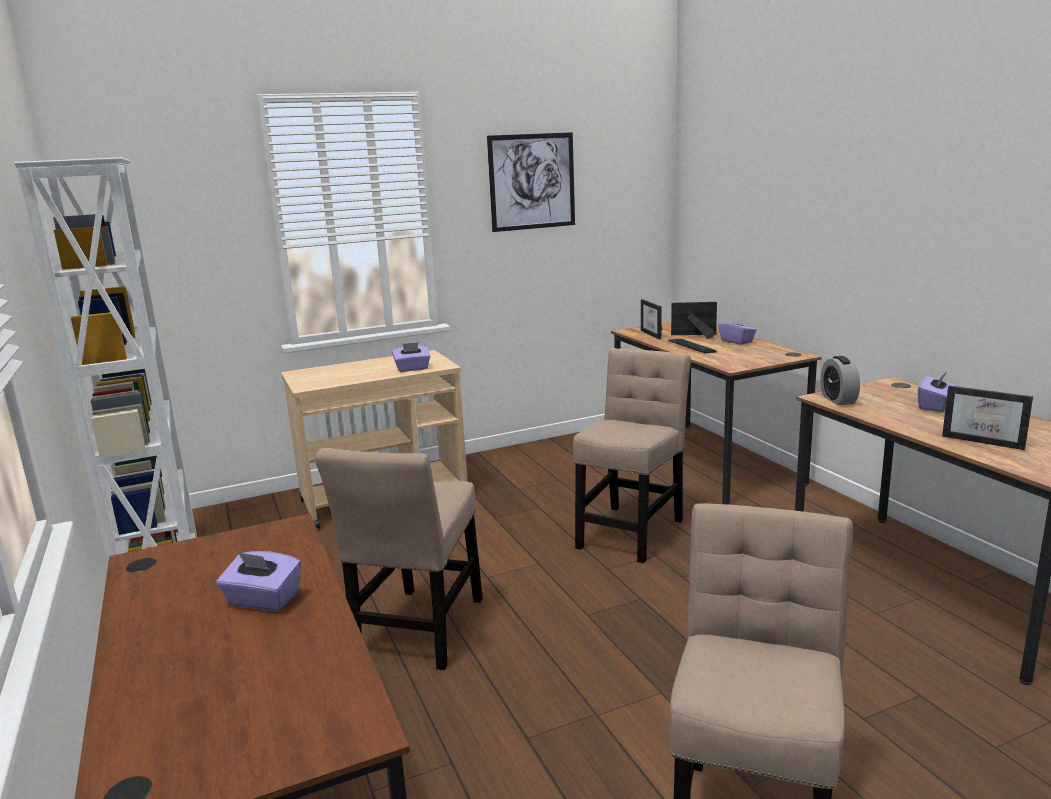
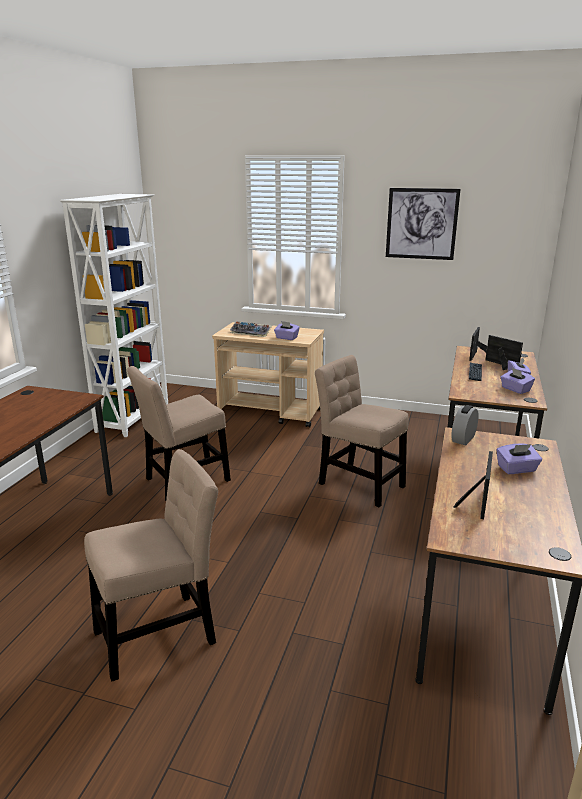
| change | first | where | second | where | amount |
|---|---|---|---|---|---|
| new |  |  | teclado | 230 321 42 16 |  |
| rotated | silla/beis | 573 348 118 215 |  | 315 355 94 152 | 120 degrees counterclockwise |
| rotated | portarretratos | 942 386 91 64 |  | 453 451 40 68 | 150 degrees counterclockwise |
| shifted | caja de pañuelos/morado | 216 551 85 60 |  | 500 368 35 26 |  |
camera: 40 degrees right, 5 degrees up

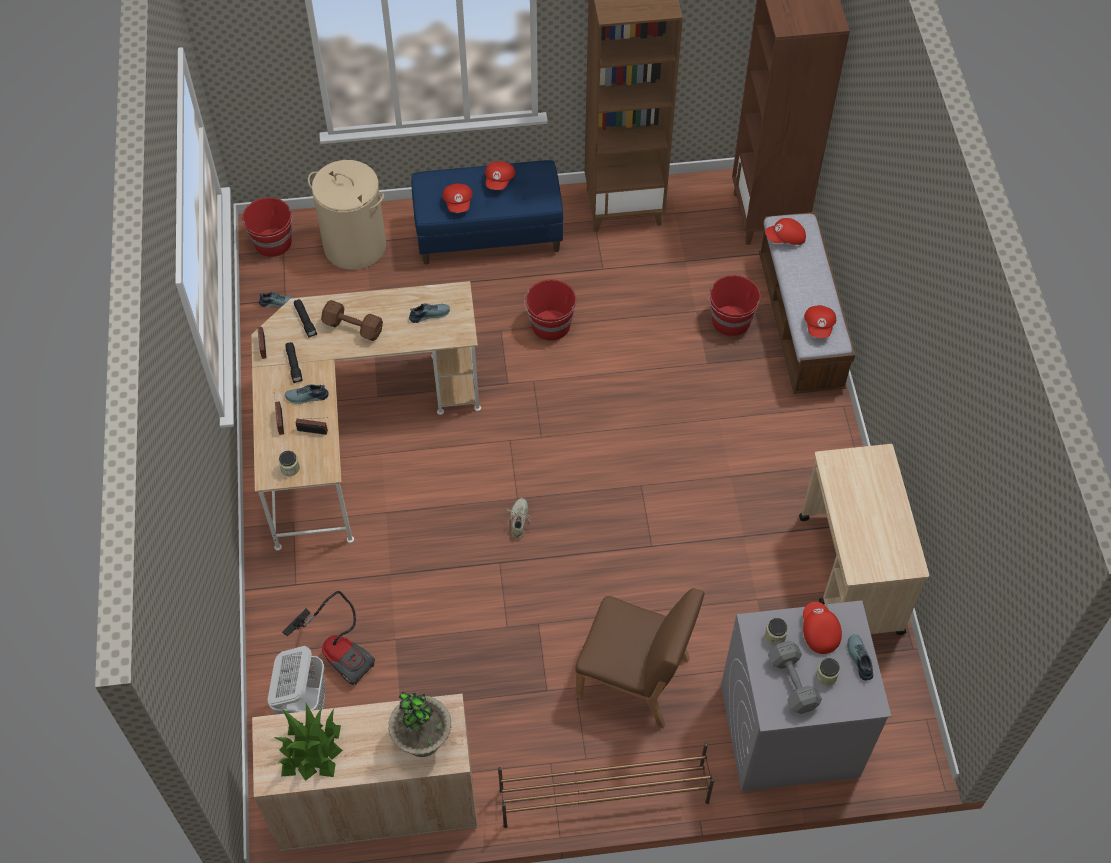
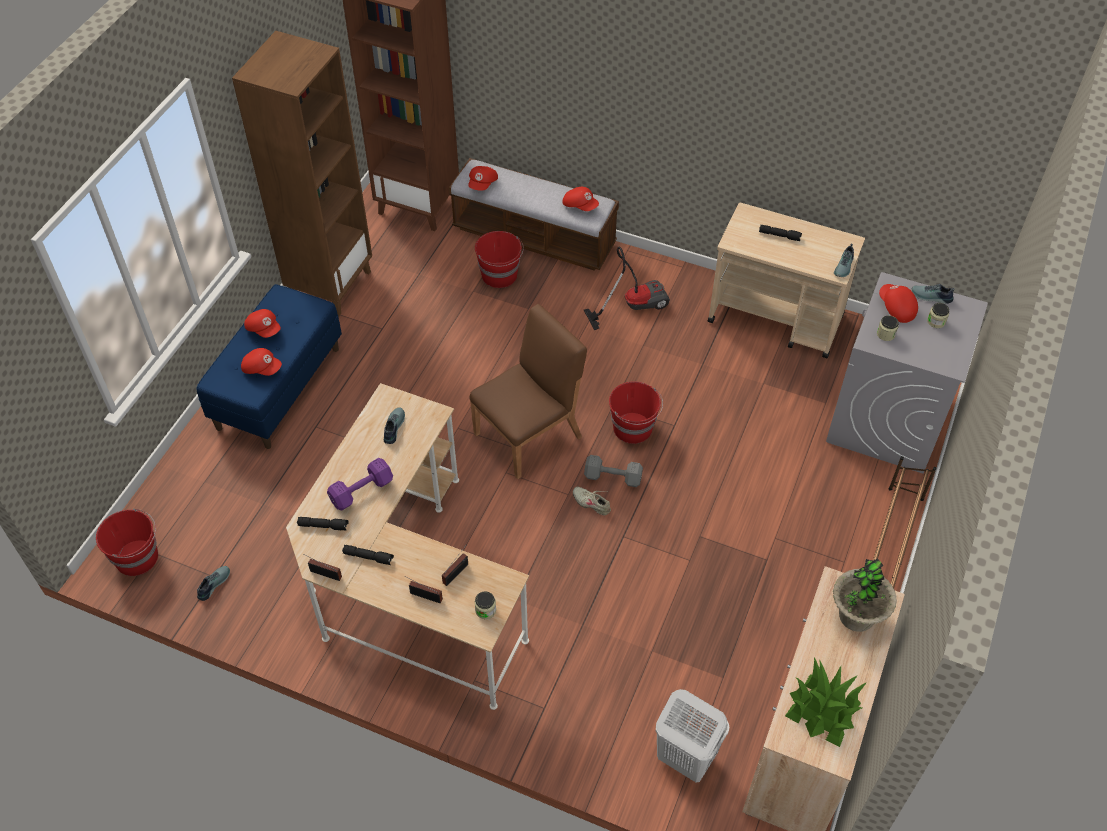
| change | first | where | second | where | amount |
|---|---|---|---|---|---|
| repainted | mancuerna/marrón | 321 300 62 41 | mancuerna/morado | 327 458 66 52 |  |
| shifted | silla/marrón | 575 588 130 141 |  | 469 304 118 175 |  |
| shifted | aspiradora | 282 591 93 94 |  | 584 246 86 84 |  |
| shifted | mancuerna/gris | 768 641 54 73 |  | 584 455 59 32 |  |
| shifted | cubo/rojo | 524 279 52 62 |  | 609 381 54 63 |  |
| new |  |  | linterna/negro | 759 225 43 16 |  |
| shifted | zapato | 285 384 44 20 |  | 834 244 20 33 |  |
| rotated | gorra/rojo | 803 602 39 52 |  | 879 284 39 39 | 45 degrees clockwise |
| gone | cesto de la ropa/beis | 308 160 78 110 |  |  |  |
camera: 60 degrees left, 5 degrees down

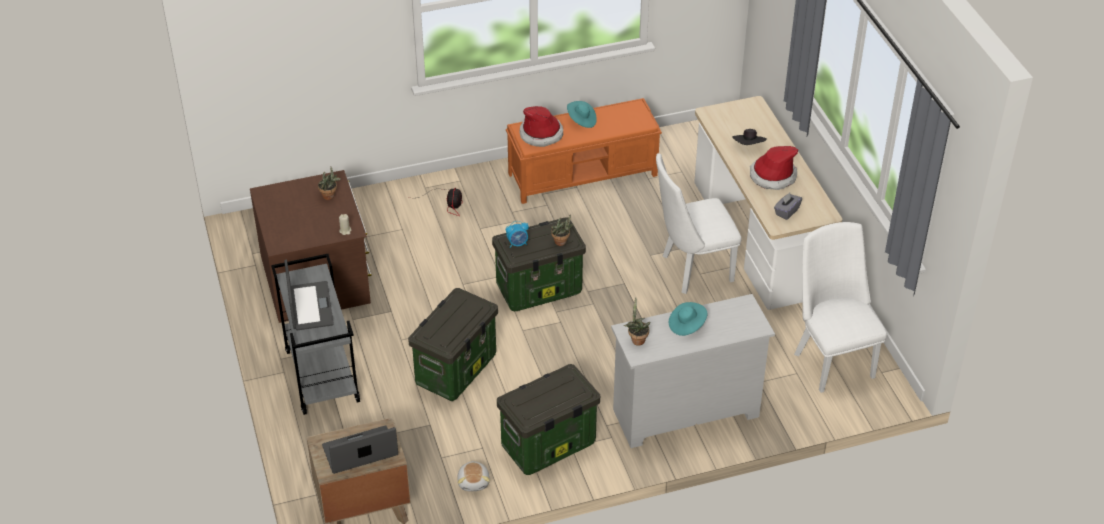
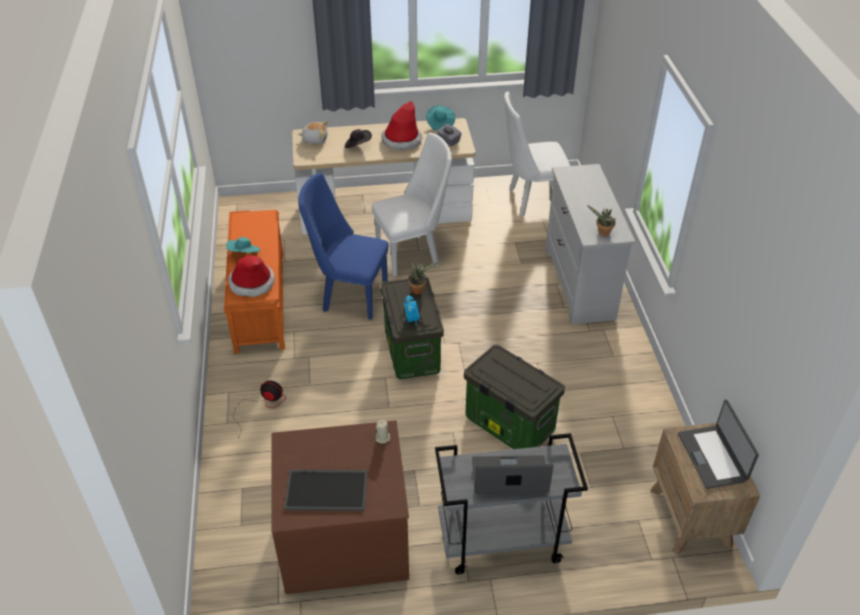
| change | first | where | second | where | amount |
|---|---|---|---|---|---|
| new |  |  | bandeja | 284 469 84 42 |  |
| shifted | peluche | 457 461 33 31 |  | 298 121 30 23 |  |
| new |  |  | silla/azul | 298 173 91 147 |  |
| rotated | silla/blanco | 656 153 86 141 |  | 372 133 80 144 | 105 degrees counterclockwise |
| shifted | sombrero/turquesa | 669 302 38 34 |  | 426 105 29 26 |  |
| gone | planta en maceta | 318 167 23 33 |  |  |  |
| gone | caja de almacenaje | 497 364 103 111 |  |  |  |
camera: 80 degrees left, 0 degrees up

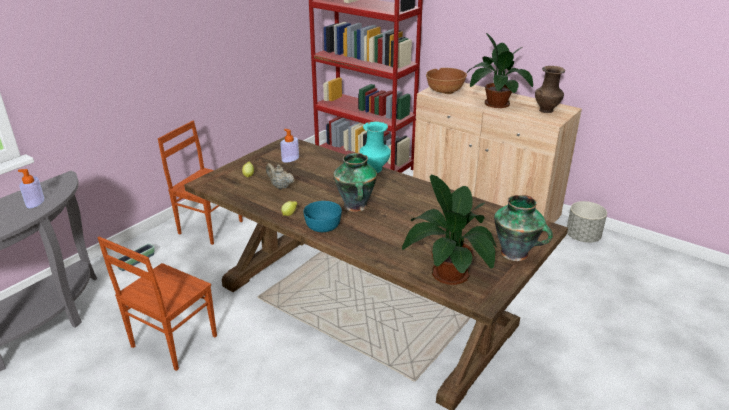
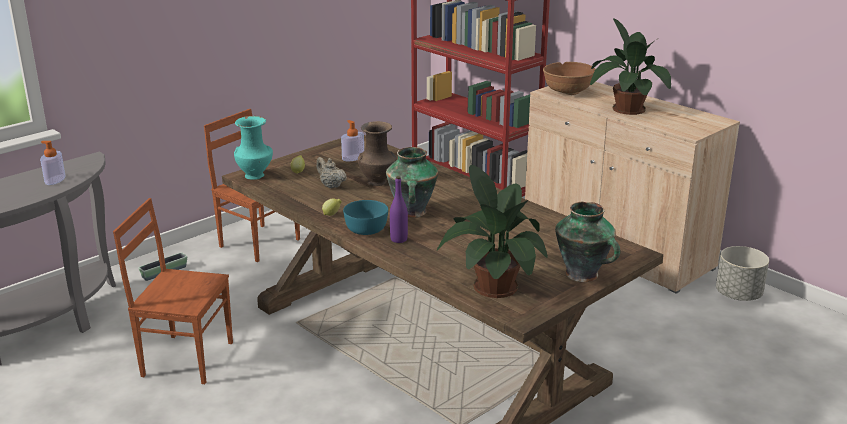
| change | first | where | second | where | amount |
|---|---|---|---|---|---|
| rotated | silla/marrón | 98 237 119 134 |  | 113 198 120 186 | 60 degrees clockwise |
| shifted | florero/turquesa | 360 121 31 52 |  | 234 116 39 64 |  |
| shifted | florero/marrón | 535 66 30 47 |  | 358 121 39 65 |  |
| new |  |  | botella/morado | 390 176 18 67 |  |
camera: 10 degrees right, 5 degrees down

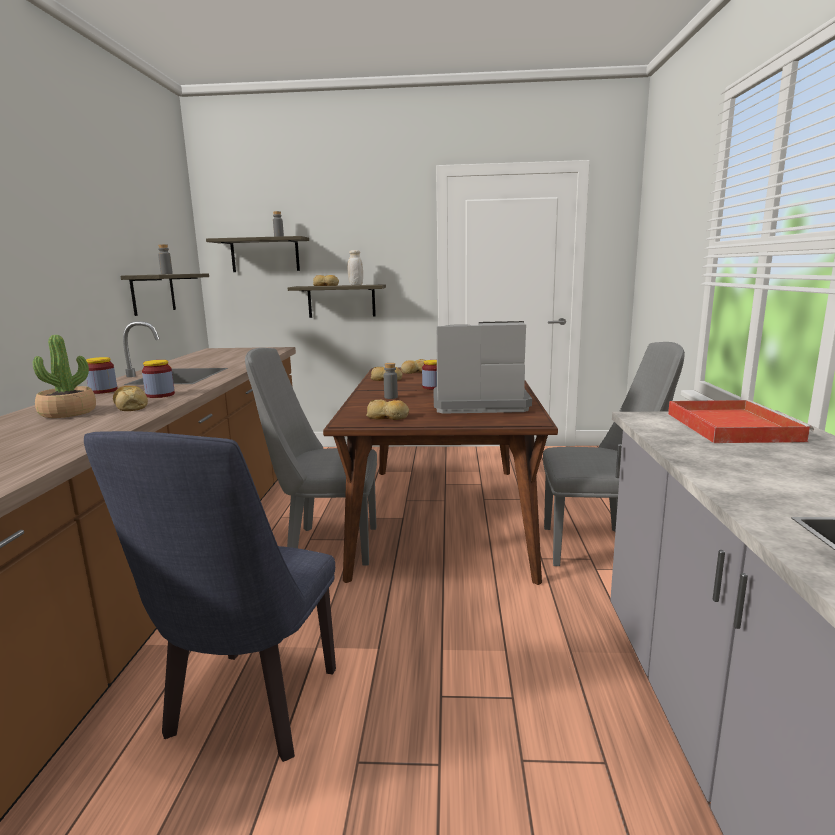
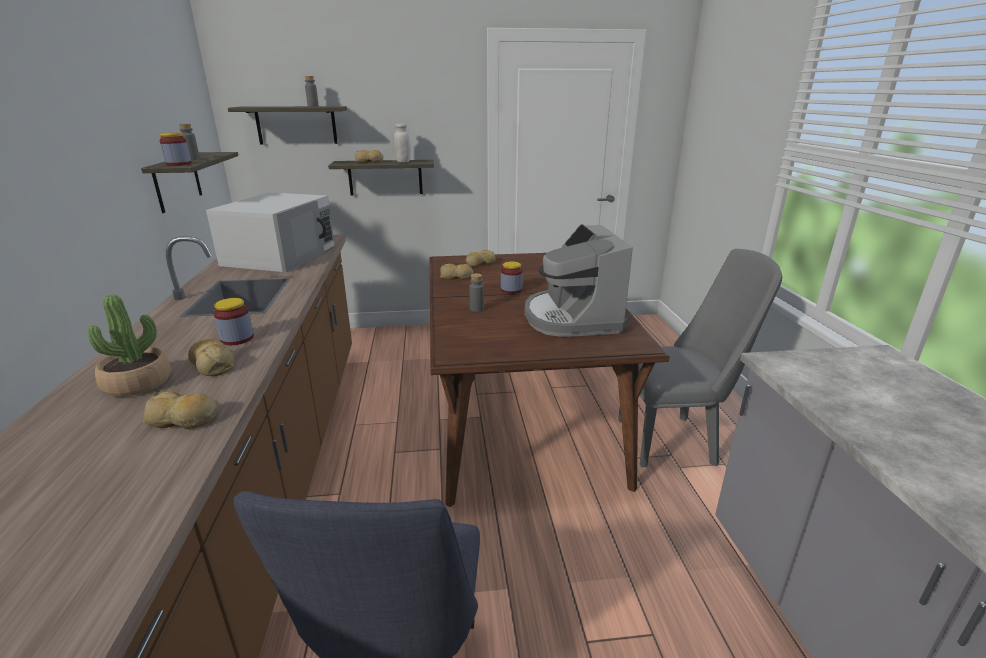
| change | first | where | second | where | amount |
|---|---|---|---|---|---|
| shifted | pan | 366 400 43 20 |  | 143 391 74 38 |  |
| shifted | tarro | 86 357 31 37 |  | 160 132 31 34 |  |
| new |  |  | microondas/blanco | 206 193 128 79 |  |
| rotated | cafetera | 433 321 99 93 |  | 524 224 109 113 | 90 degrees counterclockwise |
| gone | silla/gris | 245 348 132 218 |  |  |  |
| gone | bandeja/rojo | 668 400 146 43 |  |  |  |
camera: 10 degrees left, 10 degrees up

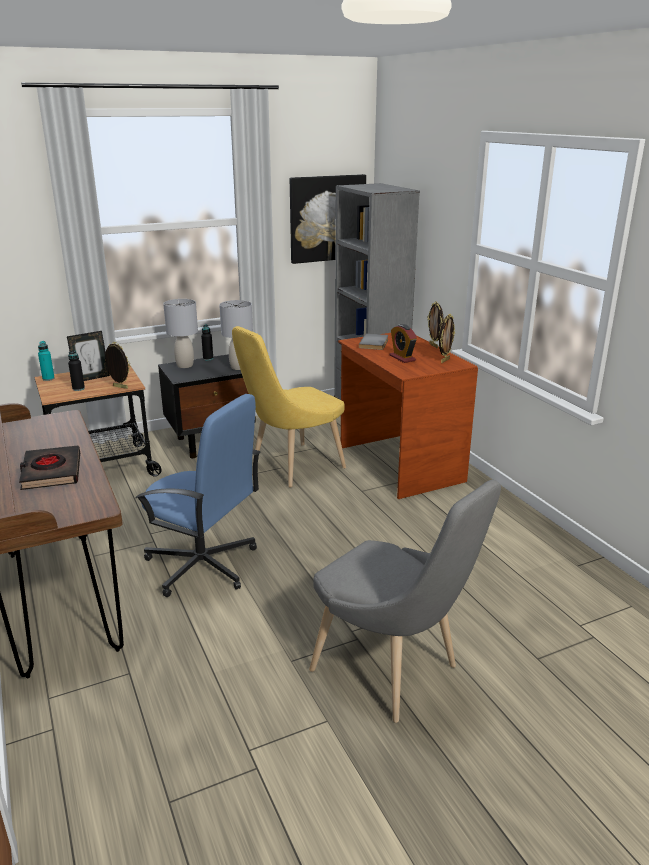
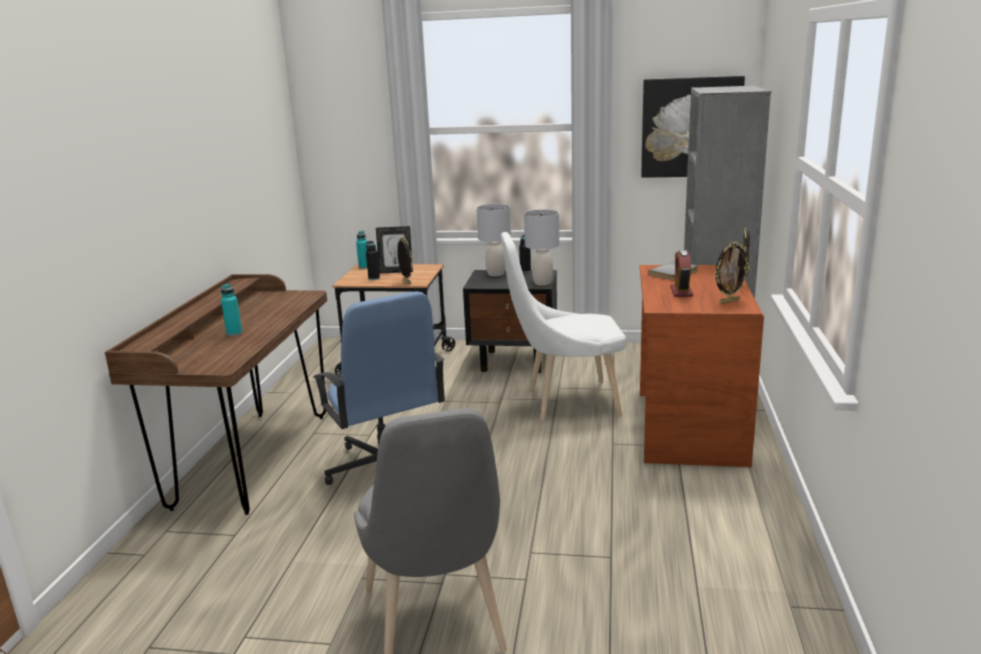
| change | first | where | second | where | amount |
|---|---|---|---|---|---|
| swapped | libro/negro | 19 446 61 44 | botella/turquesa | 221 284 21 52 |  |
| repainted | silla/amarillo | 232 326 114 162 | silla/blanco | 501 232 125 189 |  |
camera: 35 degrees right, 5 degrees down

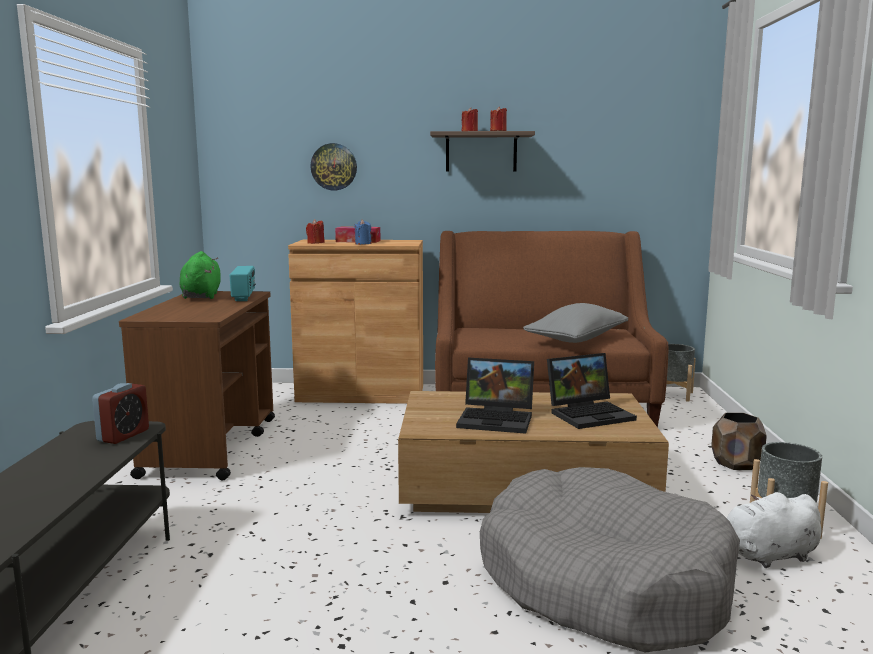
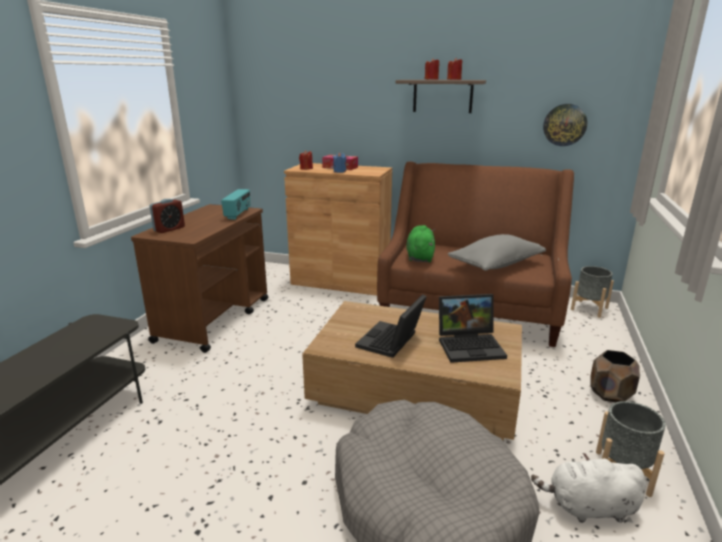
| change | first | where | second | where | amount |
|---|---|---|---|---|---|
| shifted | despertador | 92 383 57 61 |  | 149 199 36 34 |  |
| rotated | portátil | 456 358 78 76 |  | 355 294 72 64 | 90 degrees clockwise |
| shifted | peluche/verde | 179 251 42 48 |  | 406 225 29 37 |  |
| shifted | reloj de pared | 310 143 47 47 |  | 543 104 44 42 |  |
camera: 15 degrees right, 10 degrees up

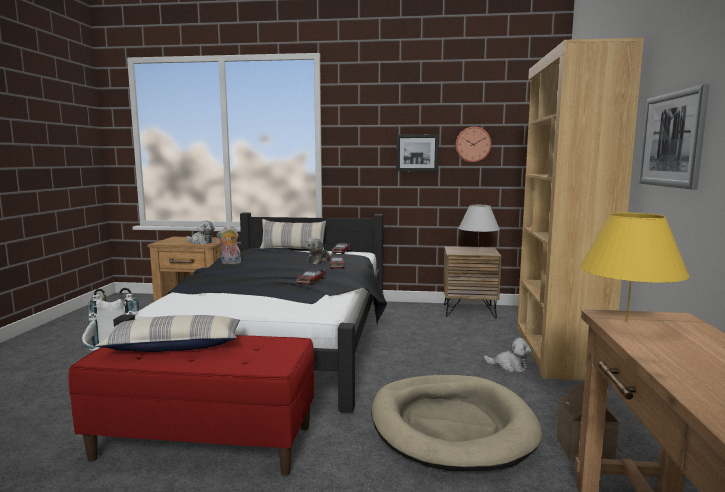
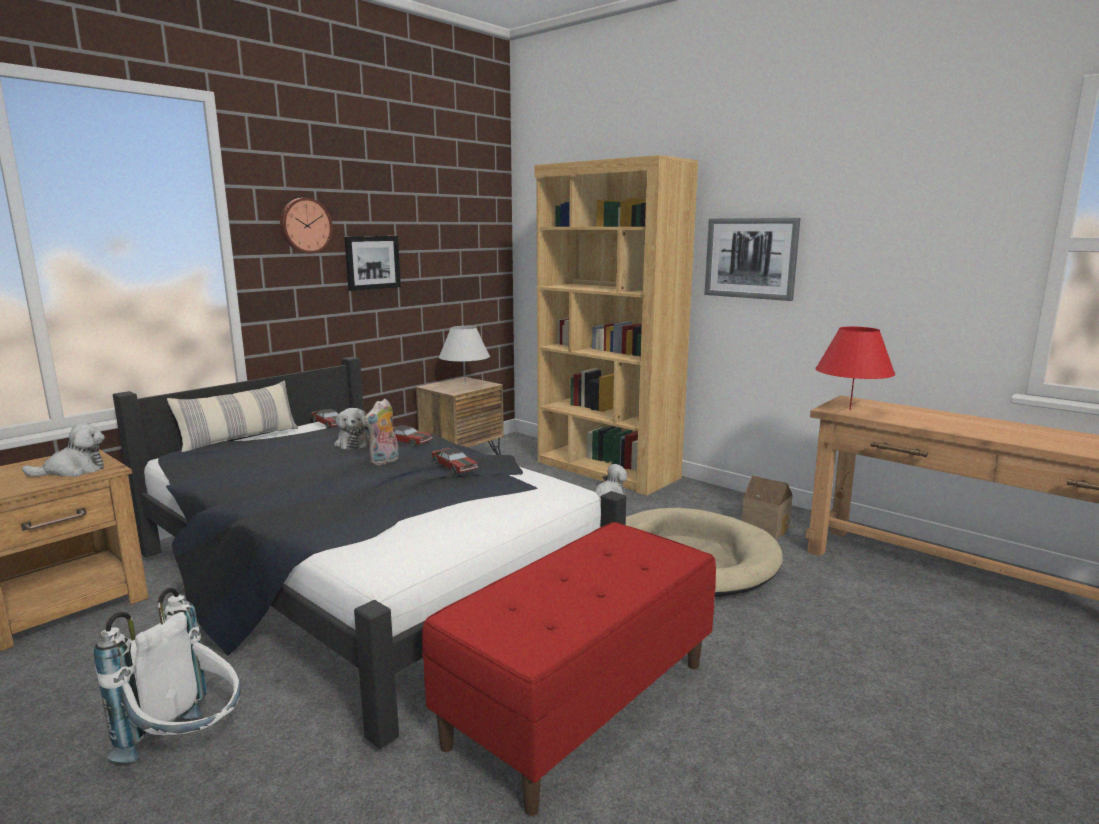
| change | first | where | second | where | amount |
|---|---|---|---|---|---|
| shifted | reloj de pared | 456 126 36 36 |  | 280 198 53 55 |  |
| shifted | peluche | 217 226 24 38 |  | 364 399 35 67 |  |
| repainted | lámpara de mesa/amarillo | 579 213 110 109 | lámpara de mesa/rojo | 815 327 80 83 |  |
| gone | cojín | 95 315 145 37 |  |  |  |
camera: 55 degrees left, 5 degrees up

